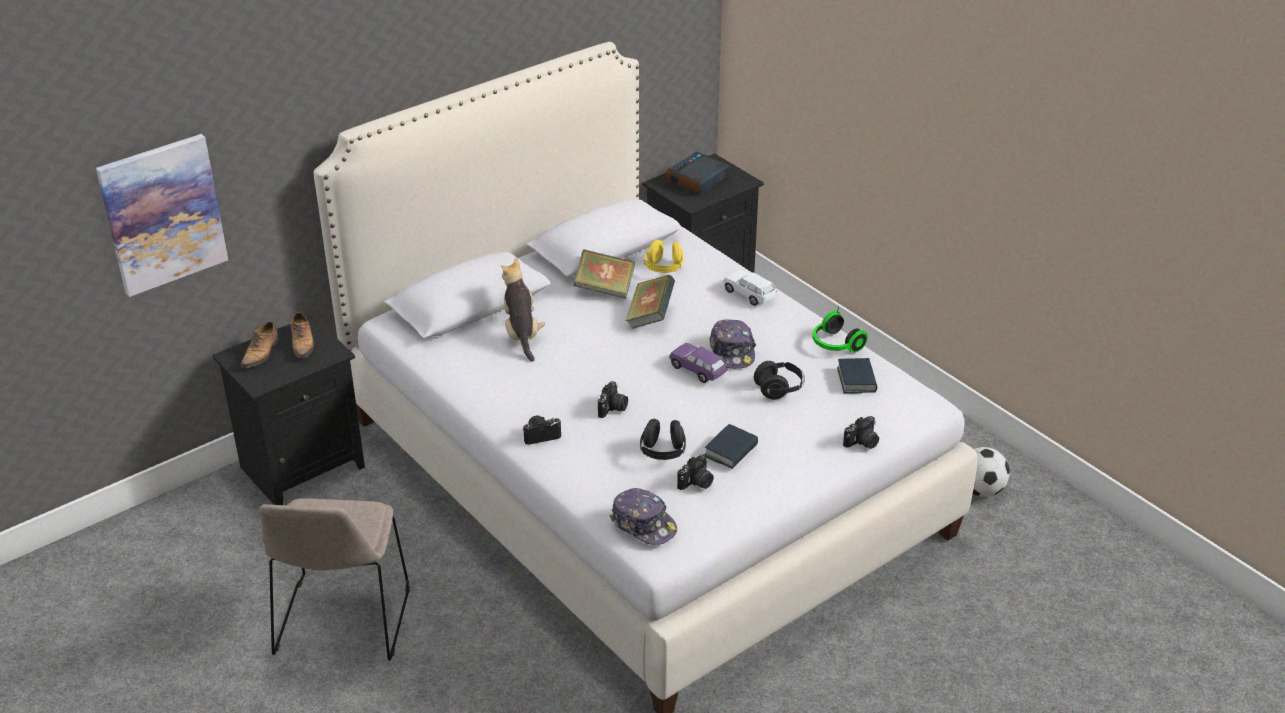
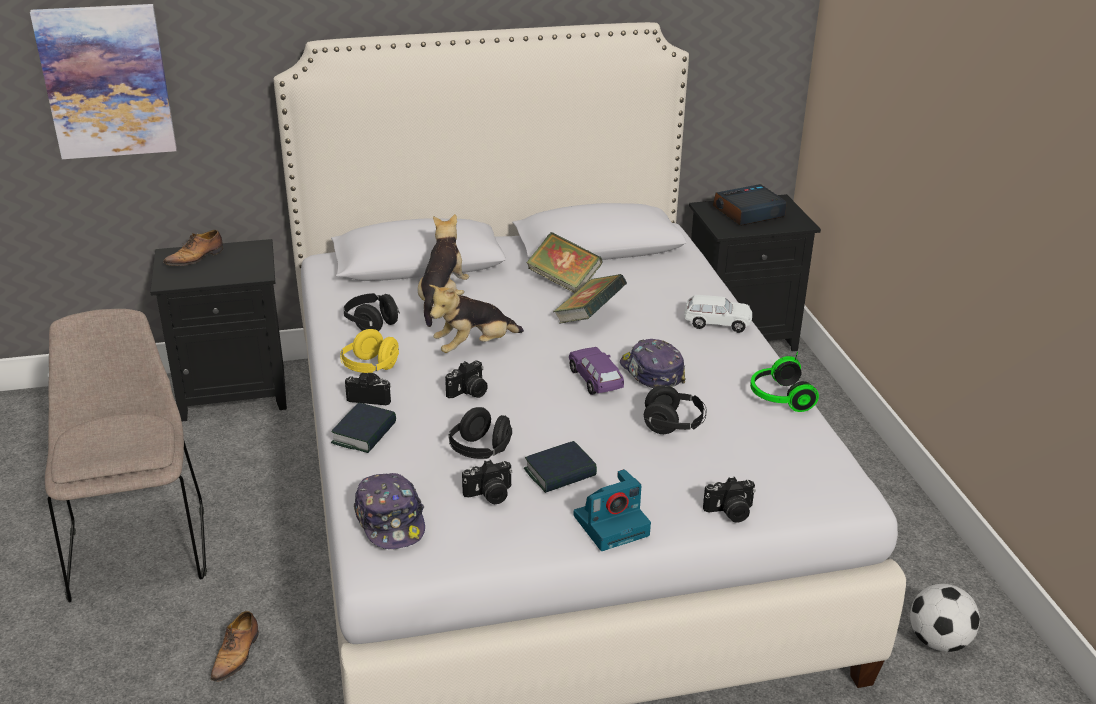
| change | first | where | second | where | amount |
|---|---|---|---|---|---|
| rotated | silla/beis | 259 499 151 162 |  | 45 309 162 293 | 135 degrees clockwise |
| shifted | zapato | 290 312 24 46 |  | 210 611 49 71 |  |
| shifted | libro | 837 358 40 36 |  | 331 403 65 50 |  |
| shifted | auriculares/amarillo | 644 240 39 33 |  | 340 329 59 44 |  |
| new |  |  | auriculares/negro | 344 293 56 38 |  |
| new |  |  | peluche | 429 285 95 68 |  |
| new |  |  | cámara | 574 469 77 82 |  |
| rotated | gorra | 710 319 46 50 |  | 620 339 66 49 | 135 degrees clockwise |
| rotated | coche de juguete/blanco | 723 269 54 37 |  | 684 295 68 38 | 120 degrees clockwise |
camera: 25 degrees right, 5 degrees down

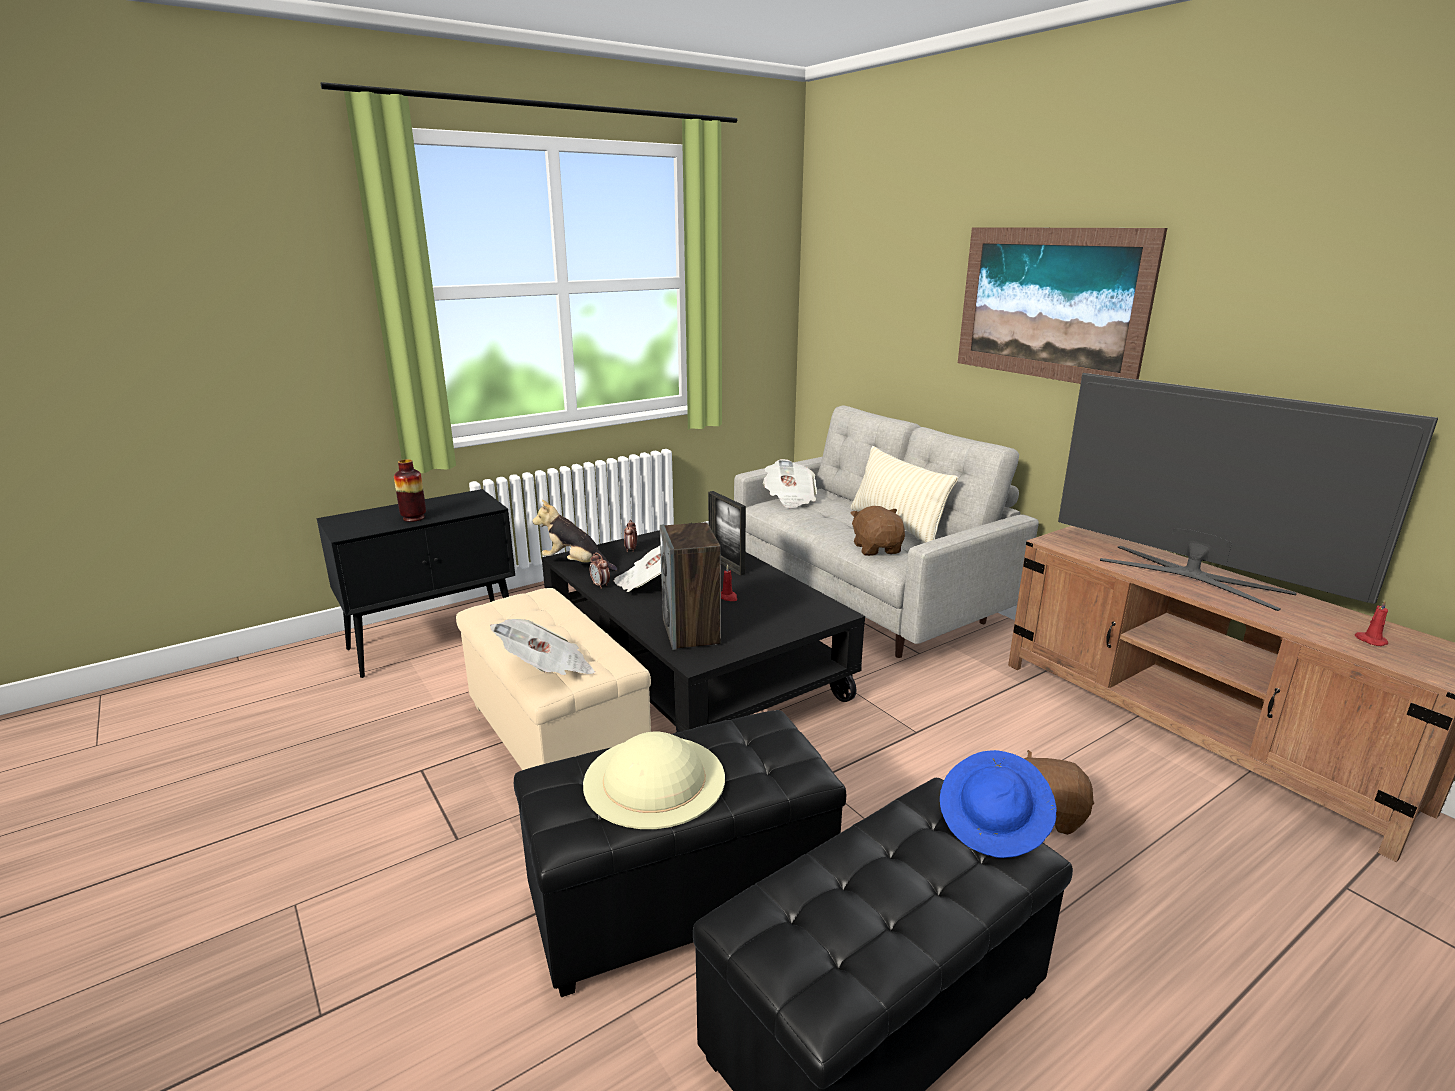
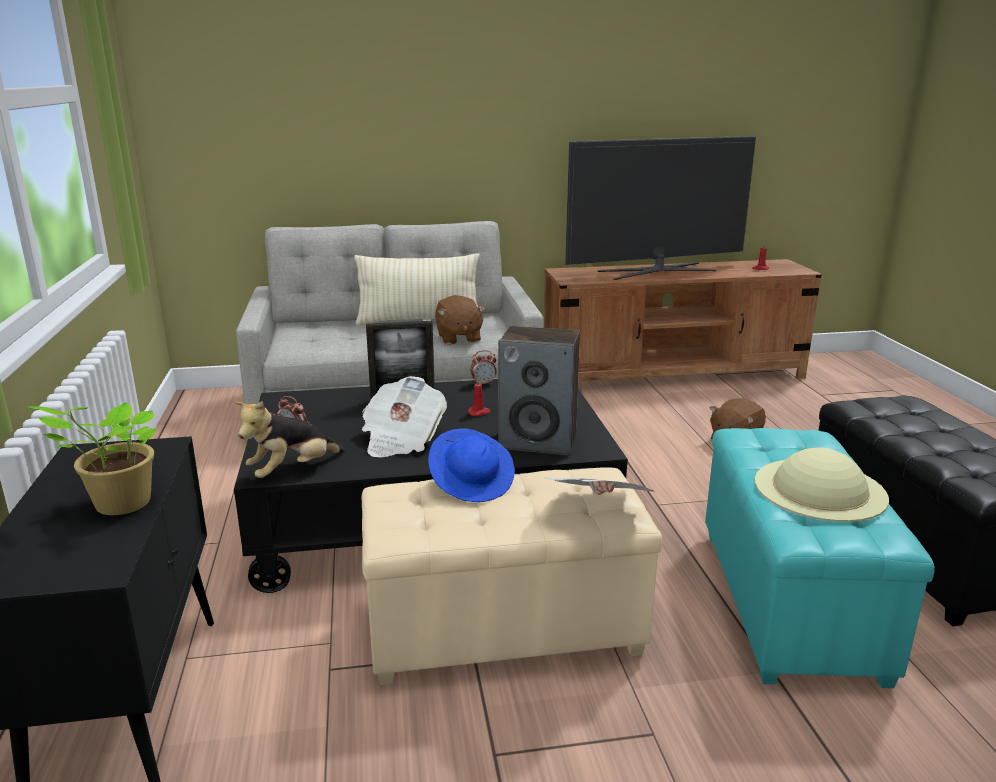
| change | first | where | second | where | amount |
|---|---|---|---|---|---|
| swapped | florero | 394 459 32 63 | planta en maceta | 27 402 129 113 |  |
| shifted | sombrero/azul | 940 750 117 108 |  | 428 428 87 74 |  |
| rotated | peluche/marrón | 851 506 54 50 |  | 435 295 51 50 | 120 degrees counterclockwise |
| shifted | despertador | 590 553 20 36 |  | 470 350 27 35 |  |
| repainted | puf/negro | 514 710 332 287 | puf/turquesa | 705 428 230 260 |  |
| gone | periódico | 763 459 54 49 |  |  |  |
| gone | cuadro | 958 227 209 157 |  |  |  |
camera: 65 degrees left, 0 degrees up

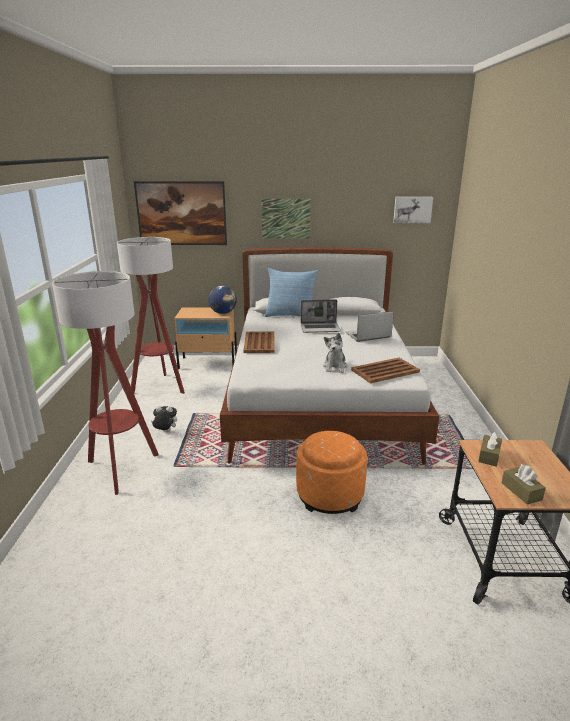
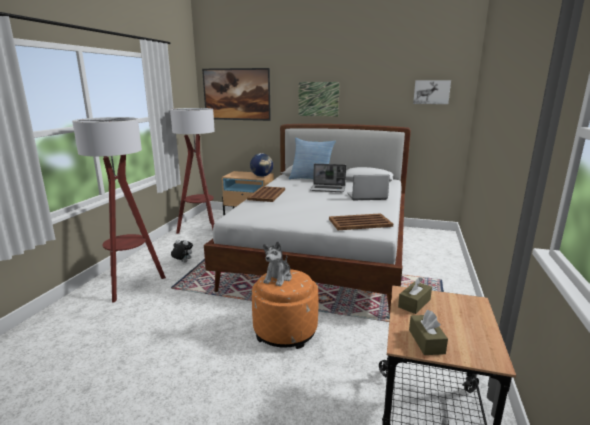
| change | first | where | second | where | amount |
|---|---|---|---|---|---|
| shifted | peluche | 323 333 24 40 |  | 263 241 29 45 |  |
camera: 15 degrees right, 5 degrees down

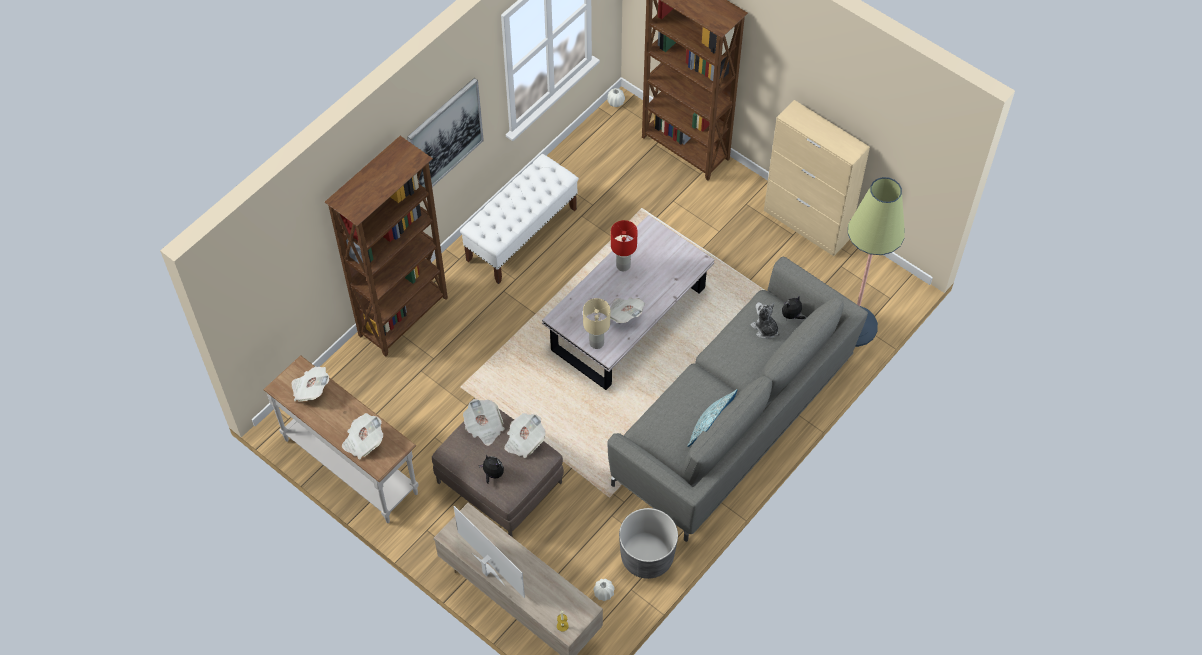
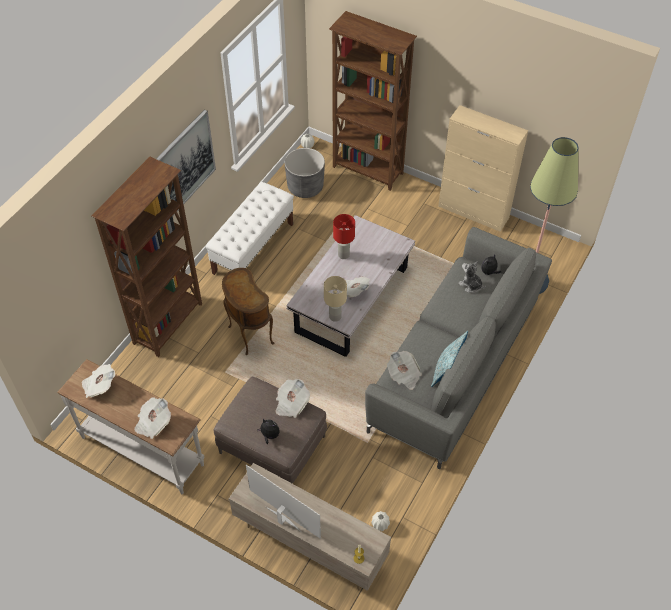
| change | first | where | second | where | amount |
|---|---|---|---|---|---|
| new |  |  | mesa auxiliar/marrón | 222 268 52 87 |  |
| shifted | maceta/gris | 619 508 59 71 |  | 284 148 41 50 |  |
| shifted | periódico | 463 399 42 47 |  | 387 351 35 39 |  |
camera: 10 degrees left, 5 degrees down

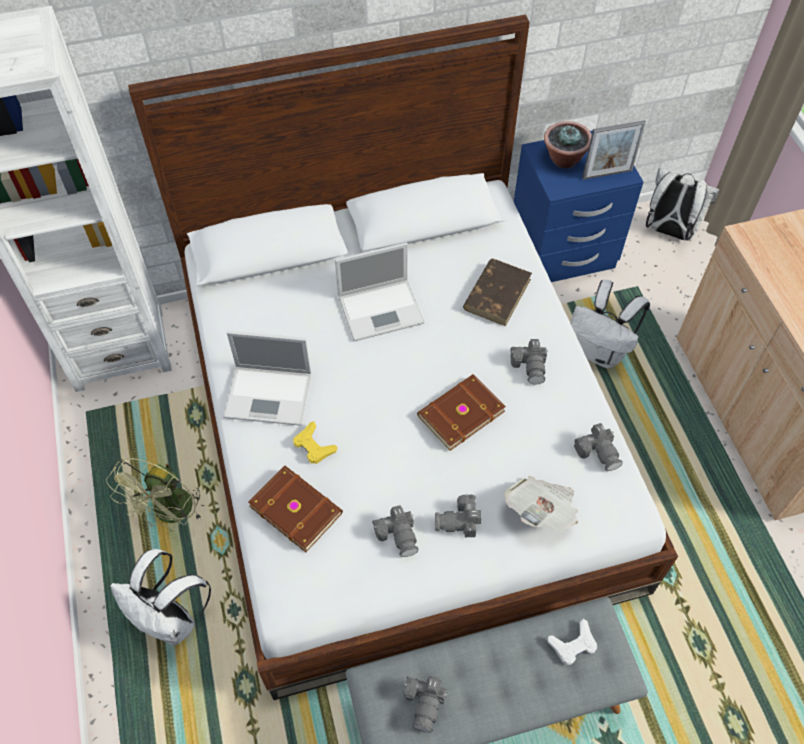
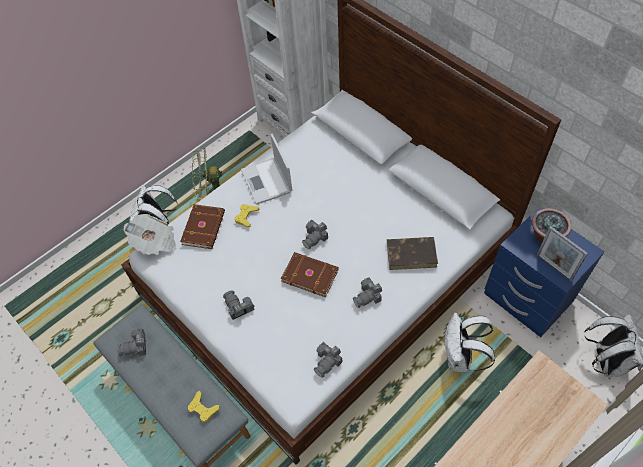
| change | first | where | second | where | amount |
|---|---|---|---|---|---|
| shifted | periódico | 505 476 73 56 |  | 124 214 52 41 |  |
| repainted | mando de consola/blanco | 548 619 49 46 | mando de consola/amarillo | 188 391 32 31 |  |
| shifted | cámara | 372 505 47 52 |  | 302 220 26 29 |  |
| gone | portátil | 335 242 90 99 |  |  |  |
camera: 65 degrees right, 0 degrees up

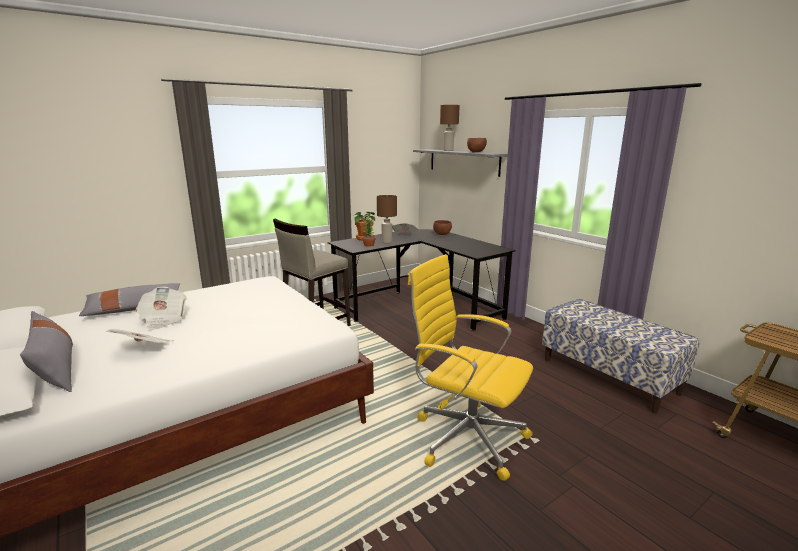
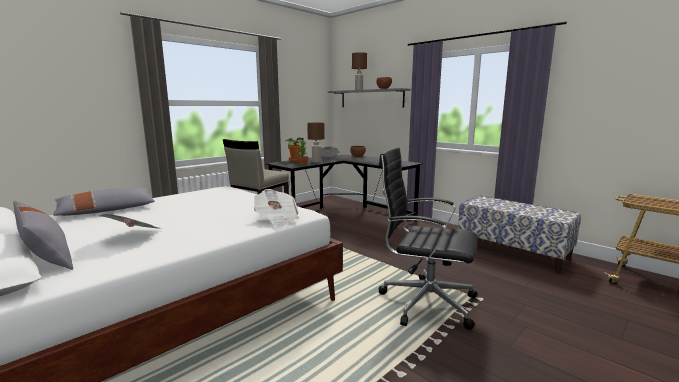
| change | first | where | second | where | amount |
|---|---|---|---|---|---|
| shifted | periódico | 136 286 51 44 |  | 254 189 45 38 |  |
| repainted | silla de oficina/amarillo | 408 254 125 227 | silla de oficina/negro | 379 147 98 183 |  |
camera: 10 degrees left, 5 degrees down

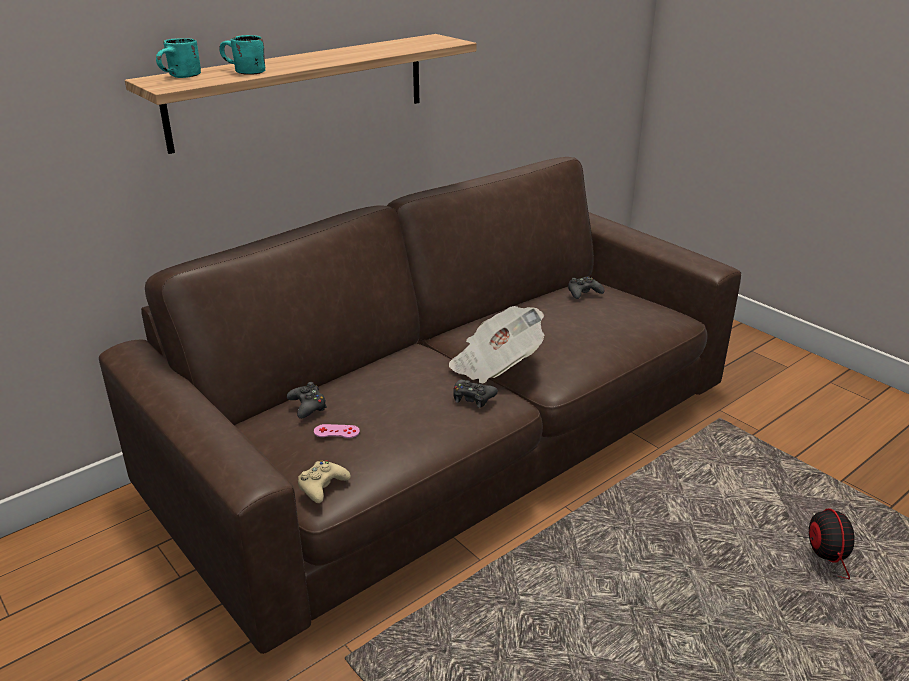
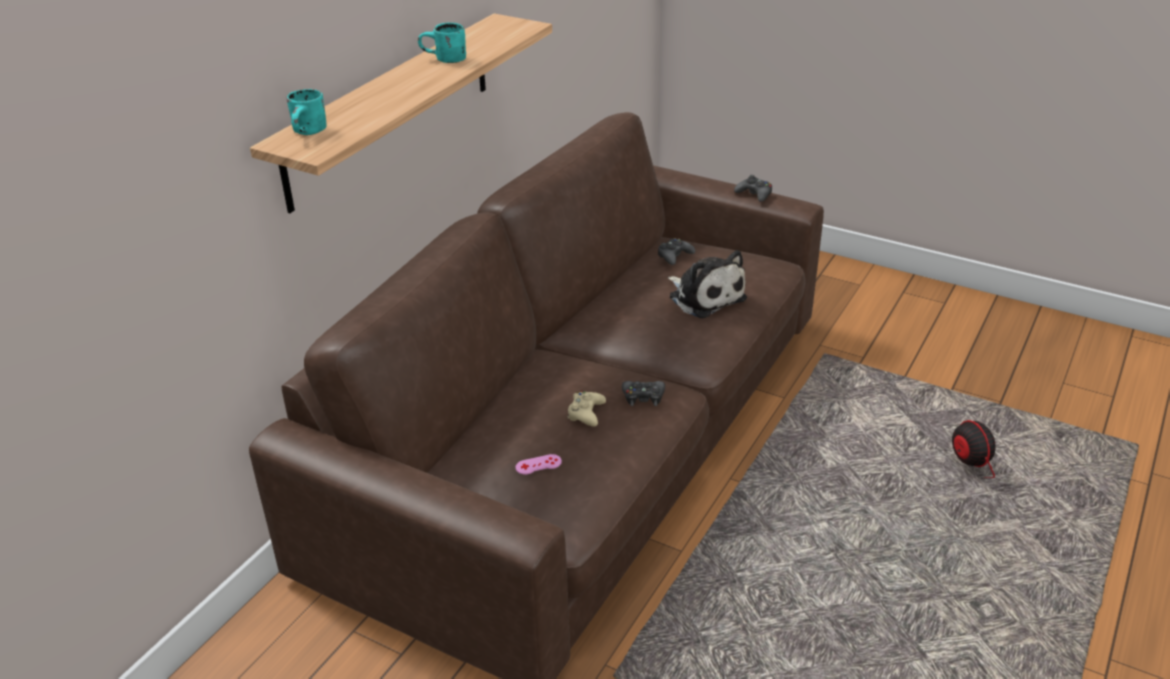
| change | first | where | second | where | amount |
|---|---|---|---|---|---|
| shifted | taza grande/turquesa | 219 35 46 40 |  | 418 23 48 40 |  |
| shifted | mando de consola/beis | 298 460 53 43 |  | 567 391 39 36 |  |
| new |  |  | peluche | 668 250 79 69 |  |
| shifted | mando de consola/negro | 287 382 40 37 |  | 734 175 38 27 |  |
| gone | periódico | 449 306 95 78 |  |  |  |
camera: 20 degrees left, 5 degrees up

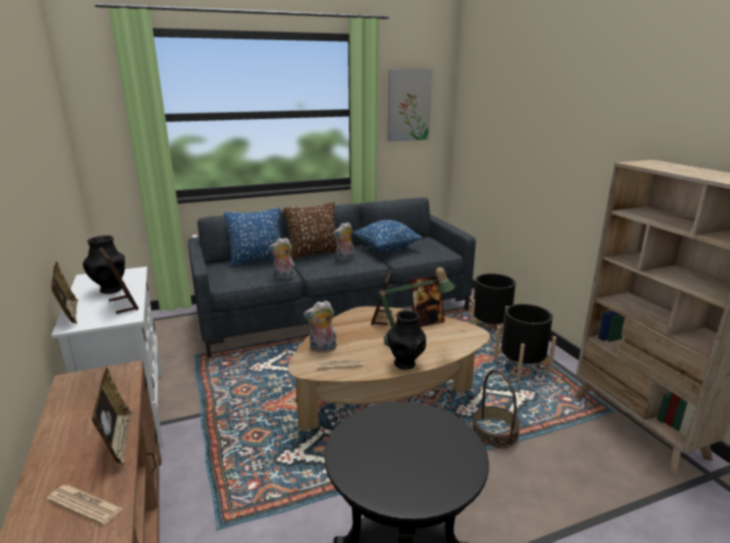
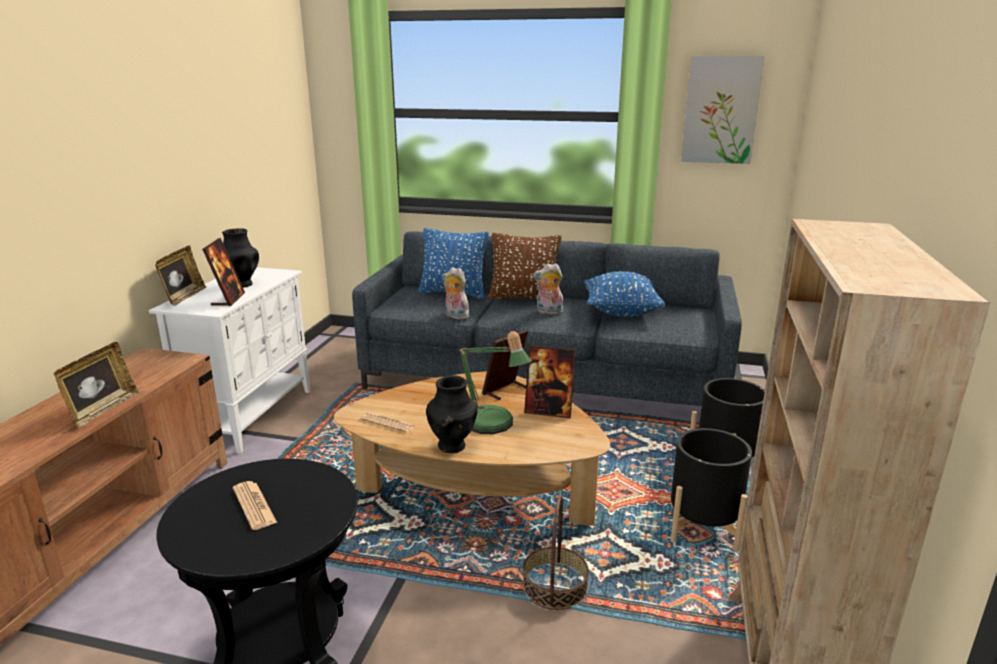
| change | first | where | second | where | amount |
|---|---|---|---|---|---|
| shifted | periódico | 47 485 76 40 |  | 233 481 44 49 |  |
| gone | peluche | 304 301 33 51 |  |  |  |
camera: 35 degrees right, 0 degrees up

